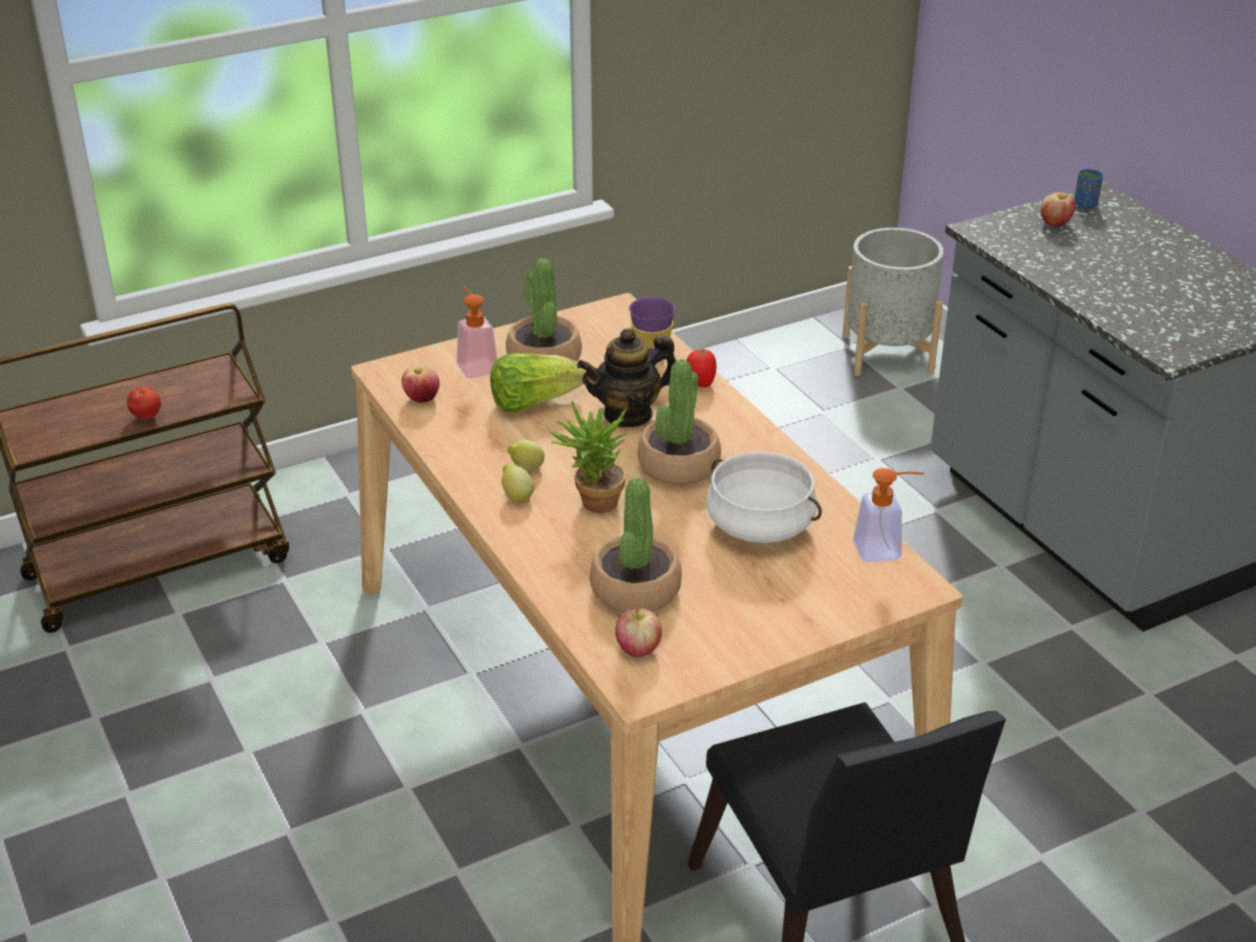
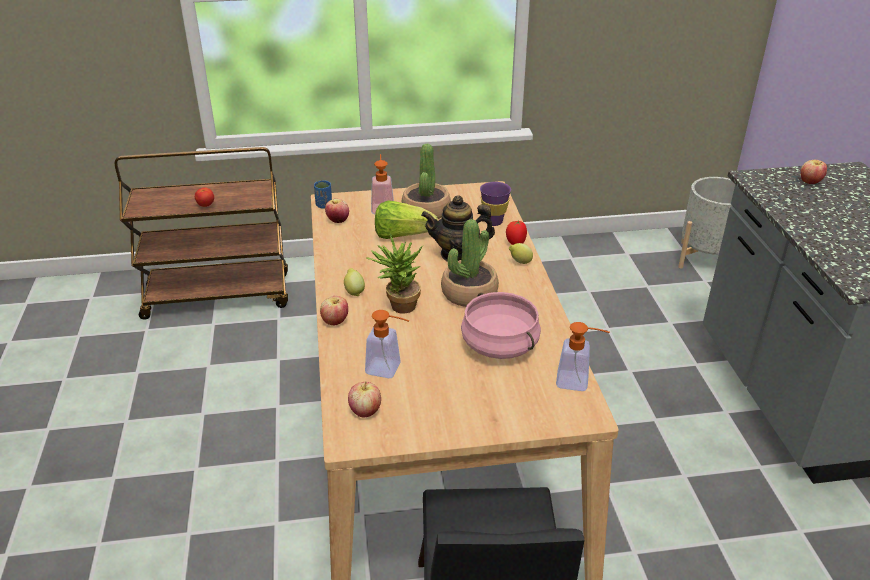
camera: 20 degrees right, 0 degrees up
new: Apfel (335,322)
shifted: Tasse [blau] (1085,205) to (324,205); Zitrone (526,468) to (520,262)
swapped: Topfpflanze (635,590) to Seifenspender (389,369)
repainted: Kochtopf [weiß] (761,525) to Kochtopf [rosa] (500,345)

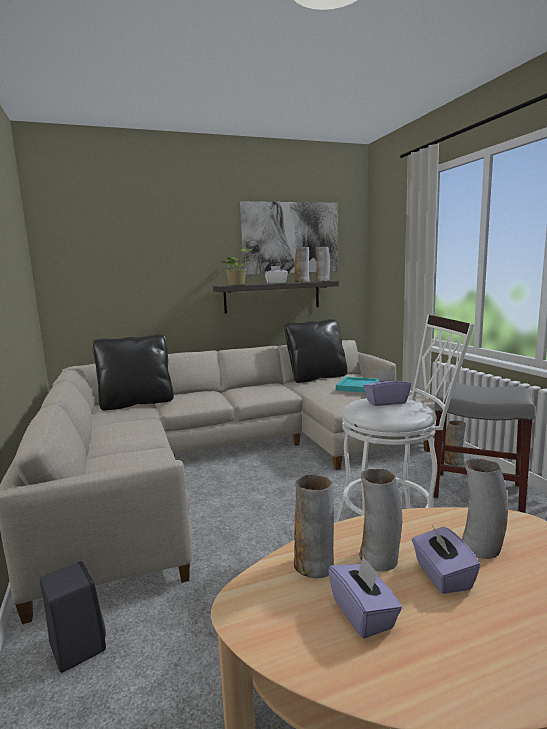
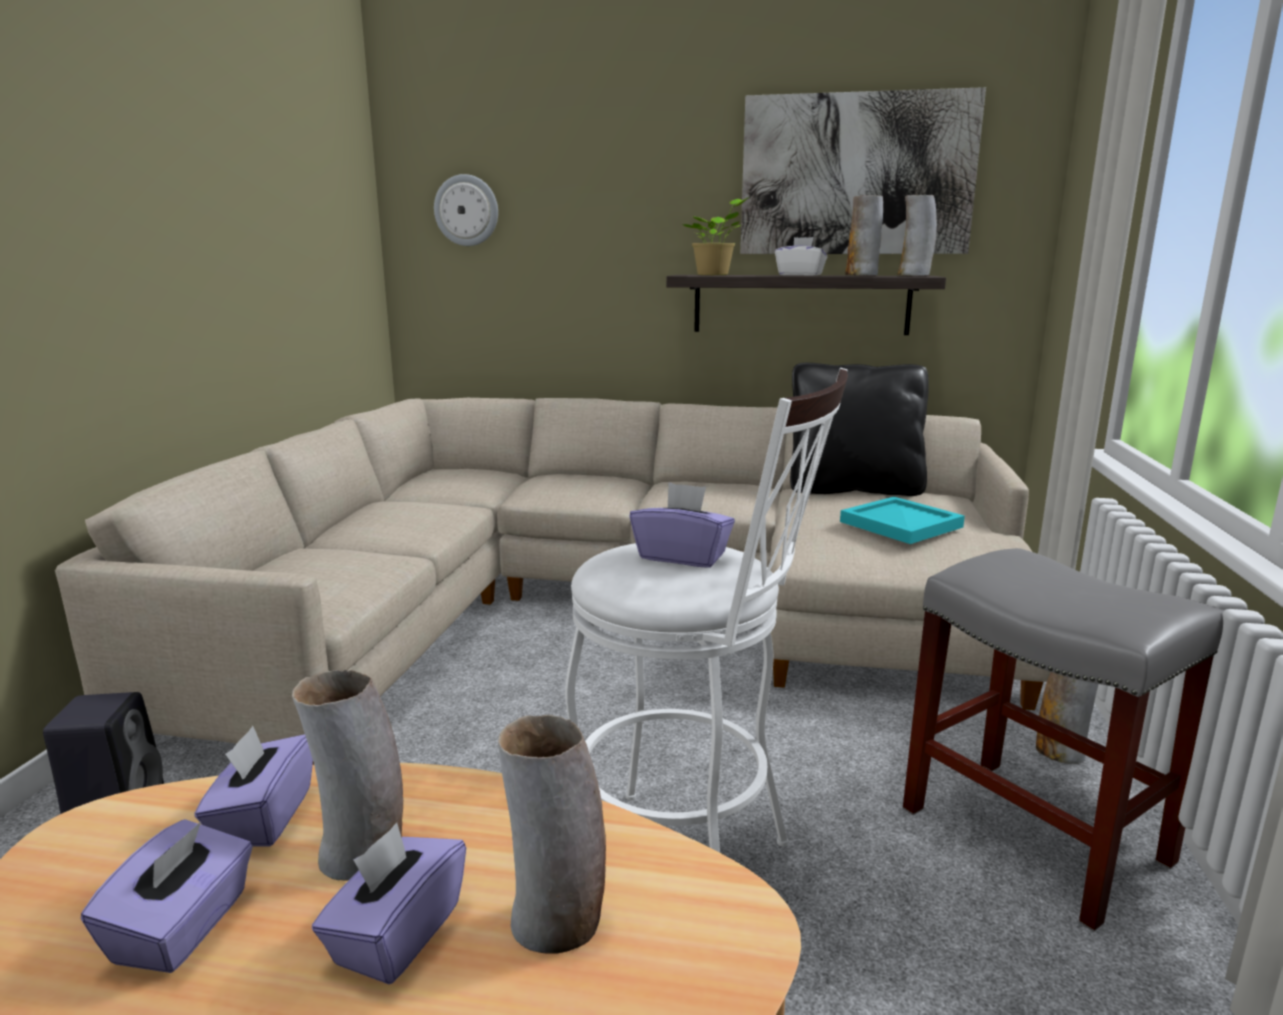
camera: 30 degrees right, 5 degrees up
gone: Kissen [schwarz] (137,403)
new: Wanduhr (466,210)
swapped: Vase (314,565) to Taschentuchbox [lila] (263,817)

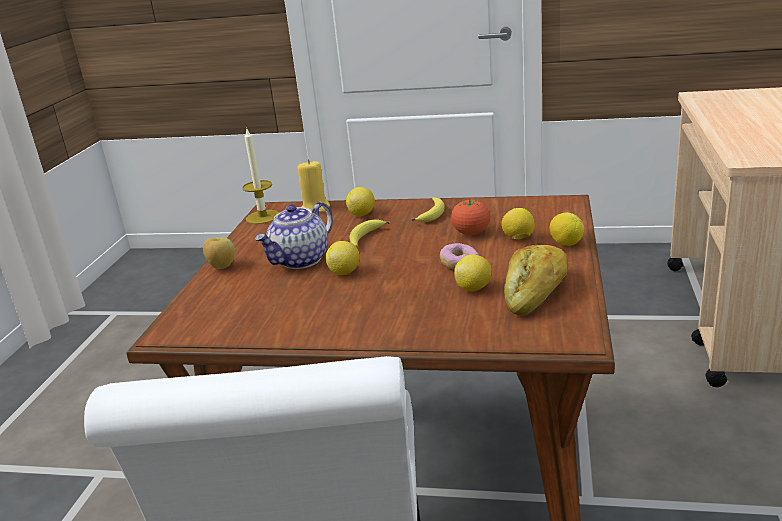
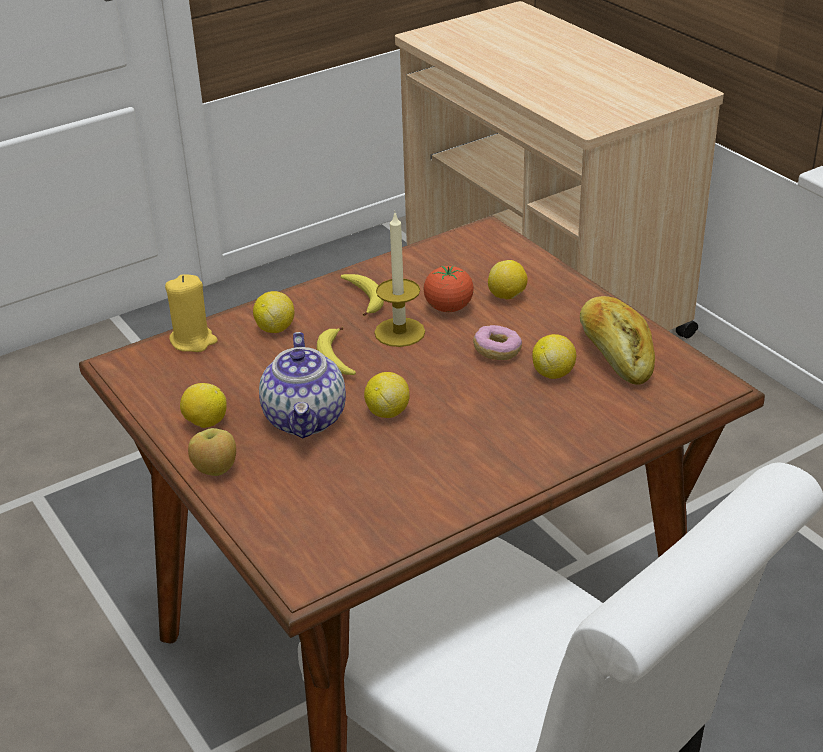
camera: 45 degrees left, 10 degrees up
shifted: Kerze (263,217) to (399,332); Zitrone (566,244) to (205,423)

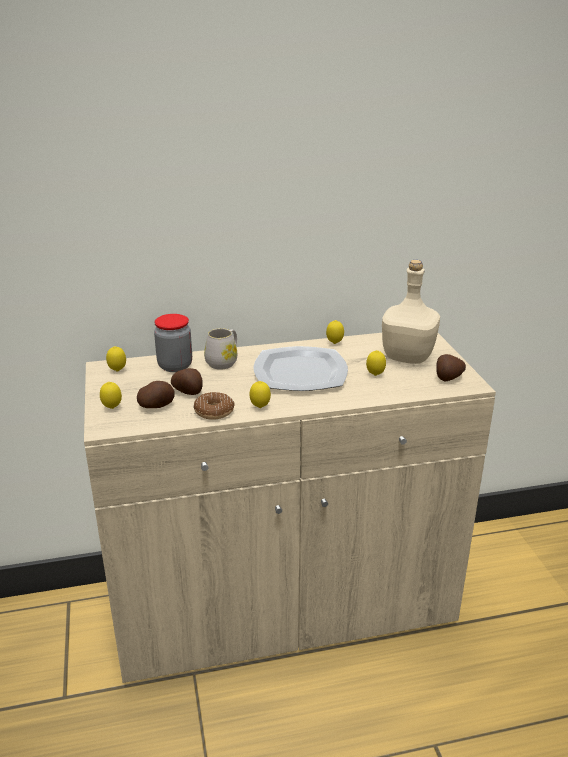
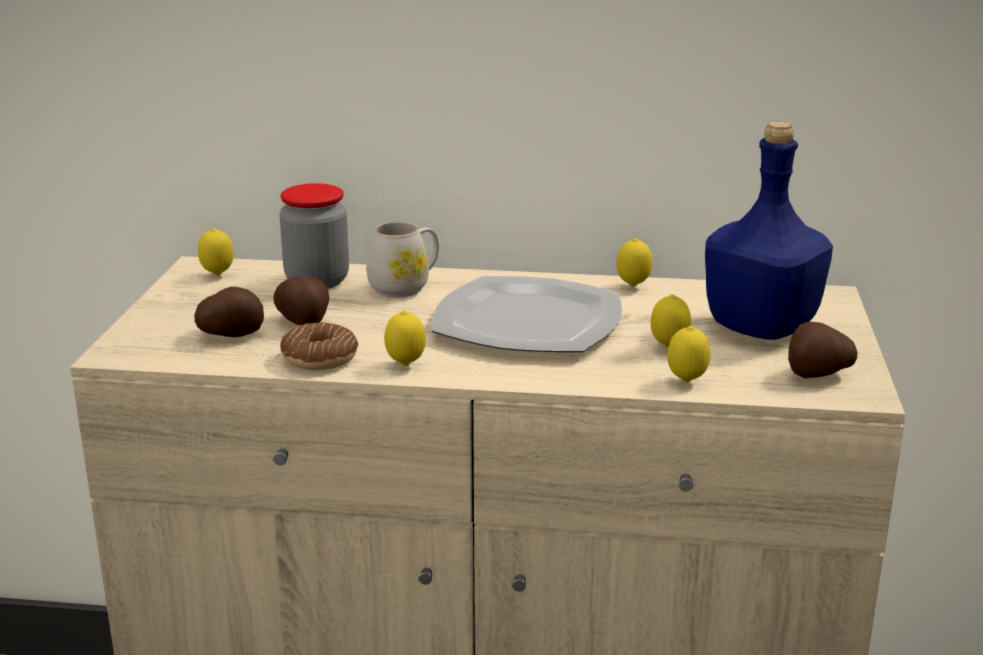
camera: 20 degrees right, 5 degrees down
shifted: Zitrone (112,408) to (687,381)
repainted: Flasche [beige] (407,356) to Flasche [blau] (762,326)

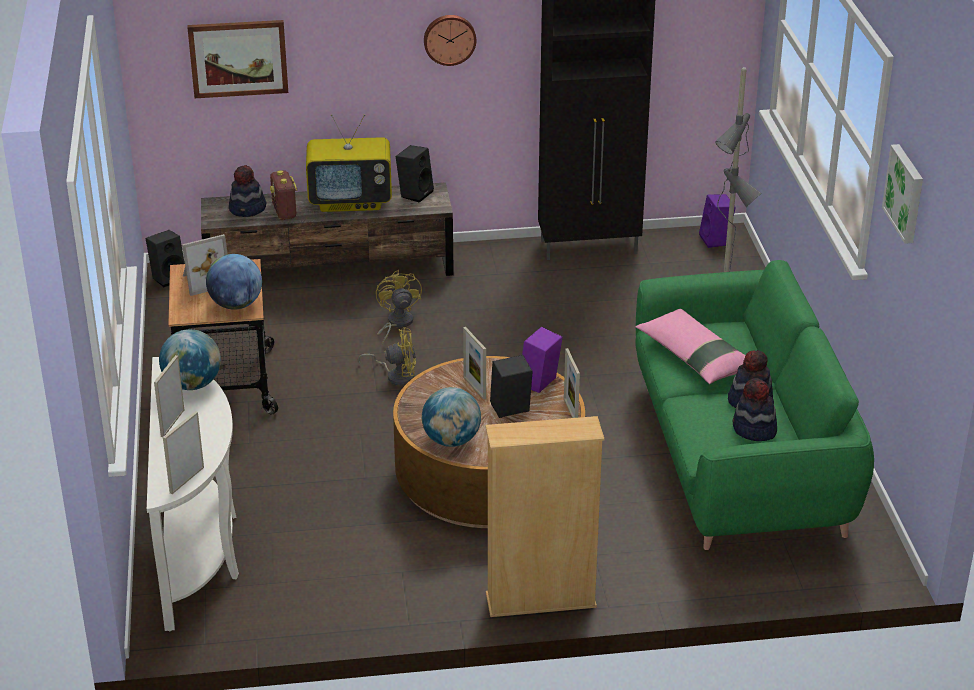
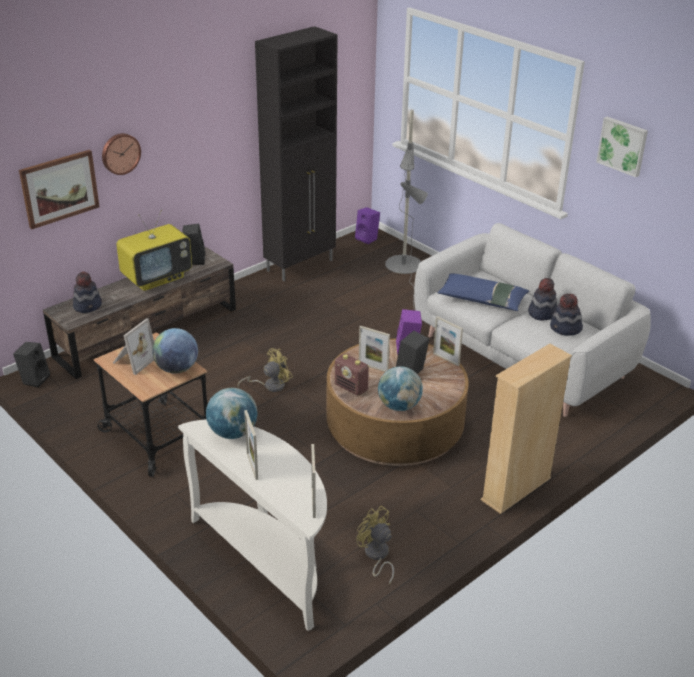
camera: 35 degrees left, 0 degrees up
shifted: Wanduhr (449,39) to (120,153); Radio (284,212) to (351,388); Ventilator [gelb] (396,324) to (376,556)
repainted: Sofa [grün] (739,459) to Sofa [grau] (521,357); Kissen [rosa] (694,356) to Kissen [blau] (482,299)

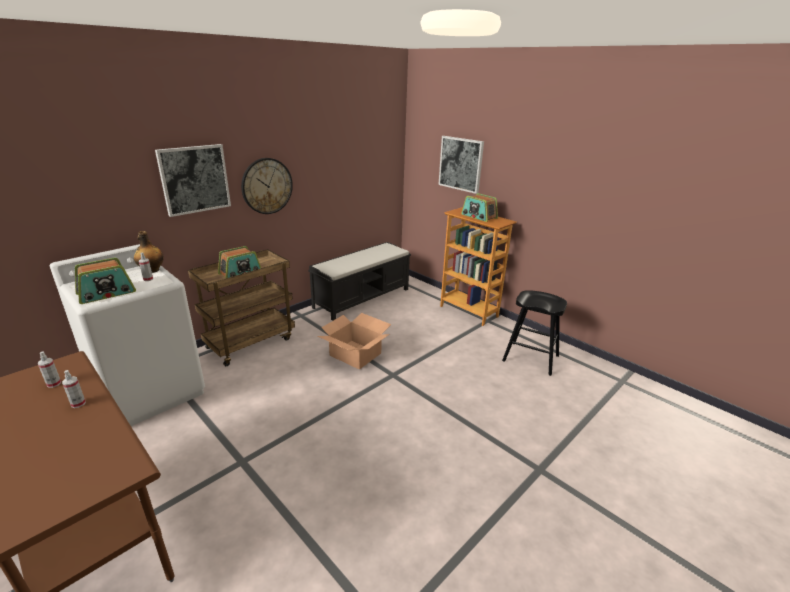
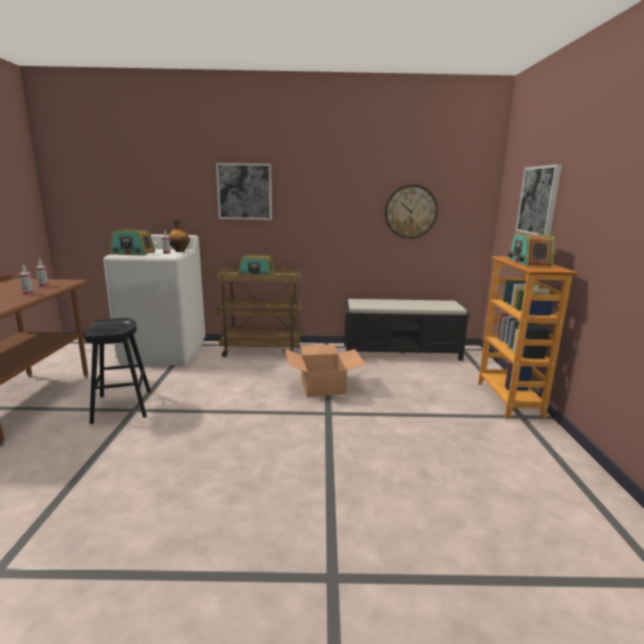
camera: 45 degrees right, 10 degrees down
shifted: Wanduhr (267,186) to (410,211); Hocker [schwarz] (530,358) to (122,406)

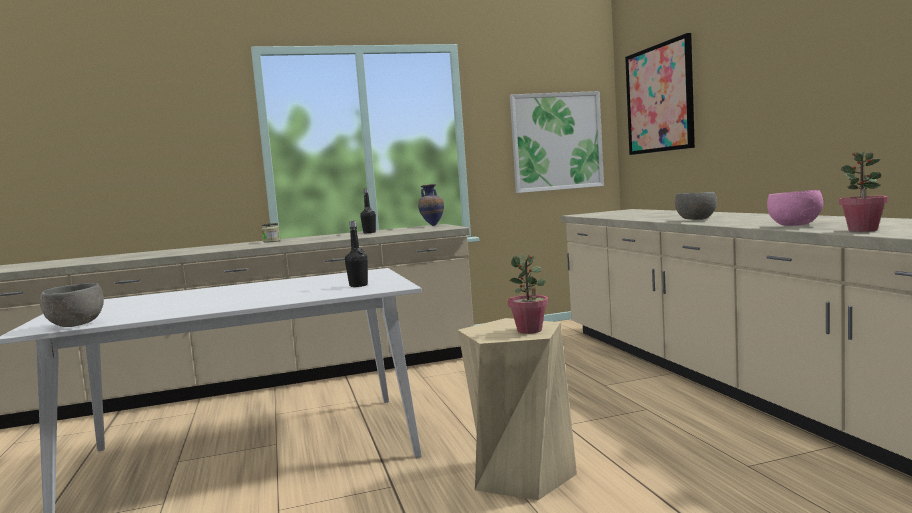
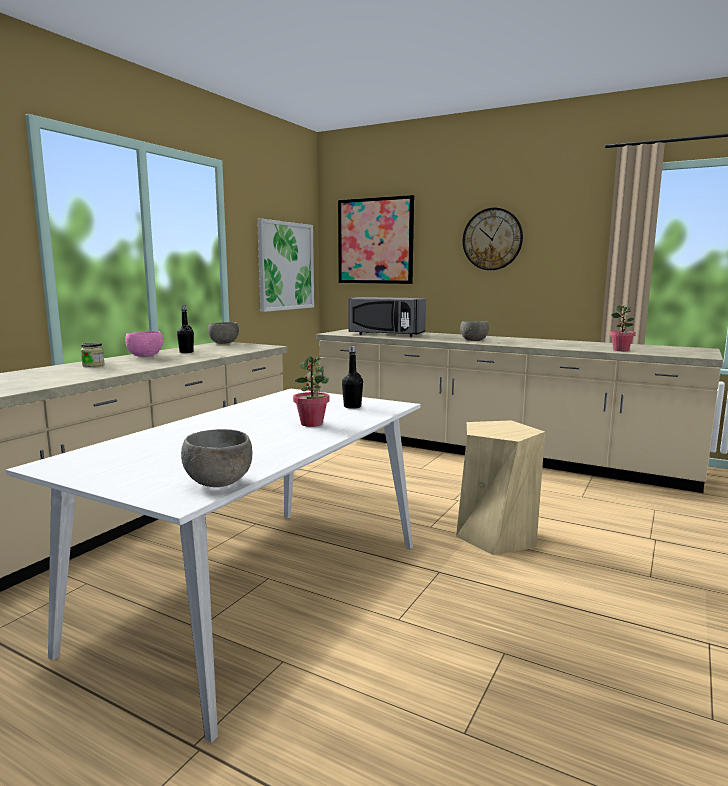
camera: 45 degrees left, 5 degrees up
new: Wanduhr (492,239); Mikrowelle [grau] (386,334)
shifted: Schüssel [rosa] (795,225) to (146,356); Topfpflanze (530,330) to (312,423)
swapped: Vase (432,225) to Schüssel [grau] (224,343)

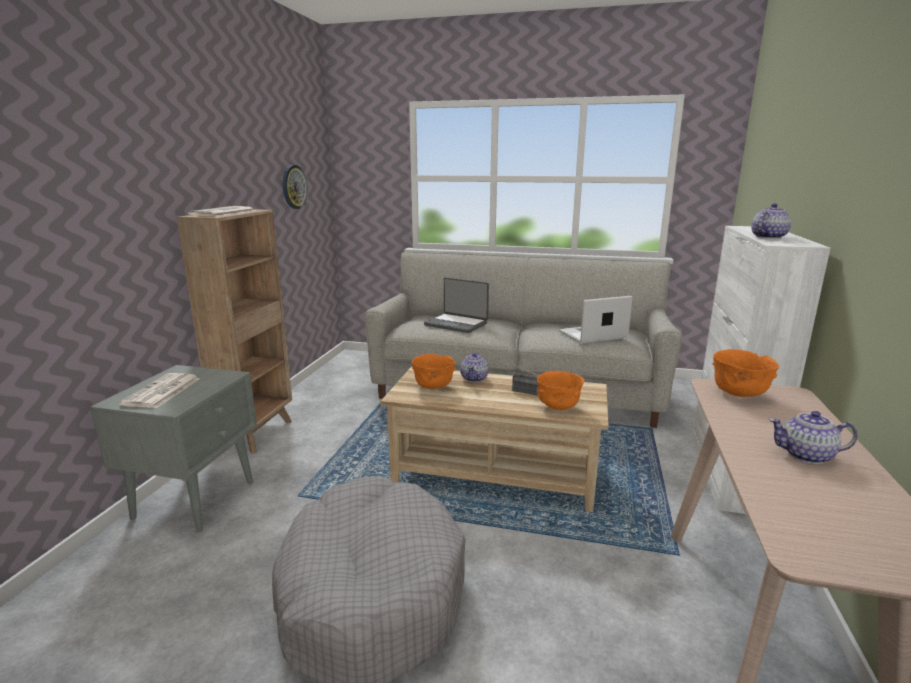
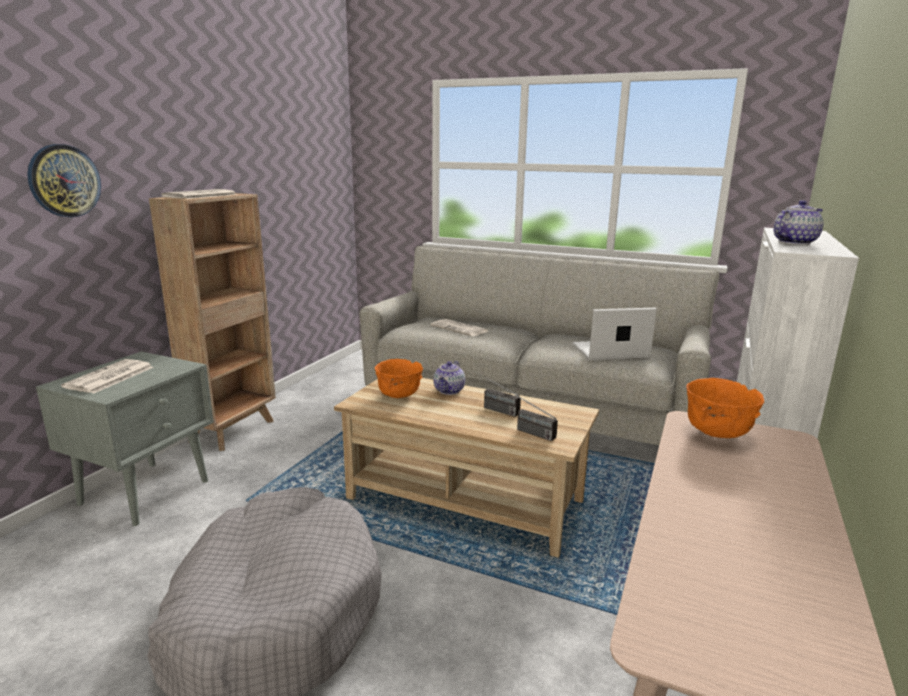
camera: 10 degrees right, 0 degrees up
gone: Teekanne (807,455)
shifted: Wanduhr (293,187) to (64,181)
swapped: Laptop (457,324) to Zeitung (460,329); Schüssel [orange] (558,407) to Radio (526,431)

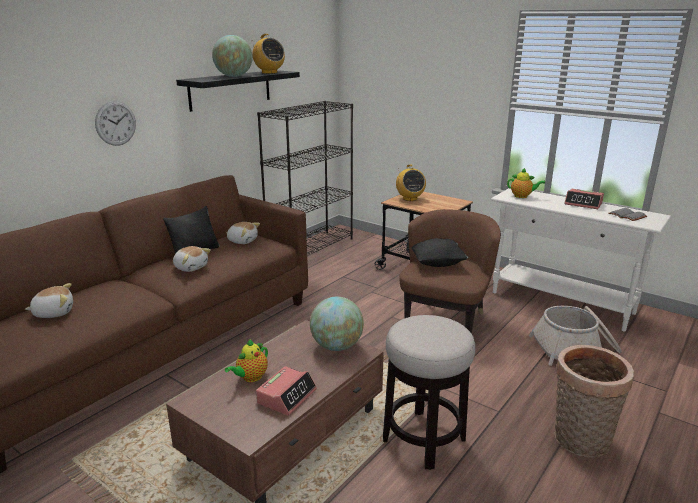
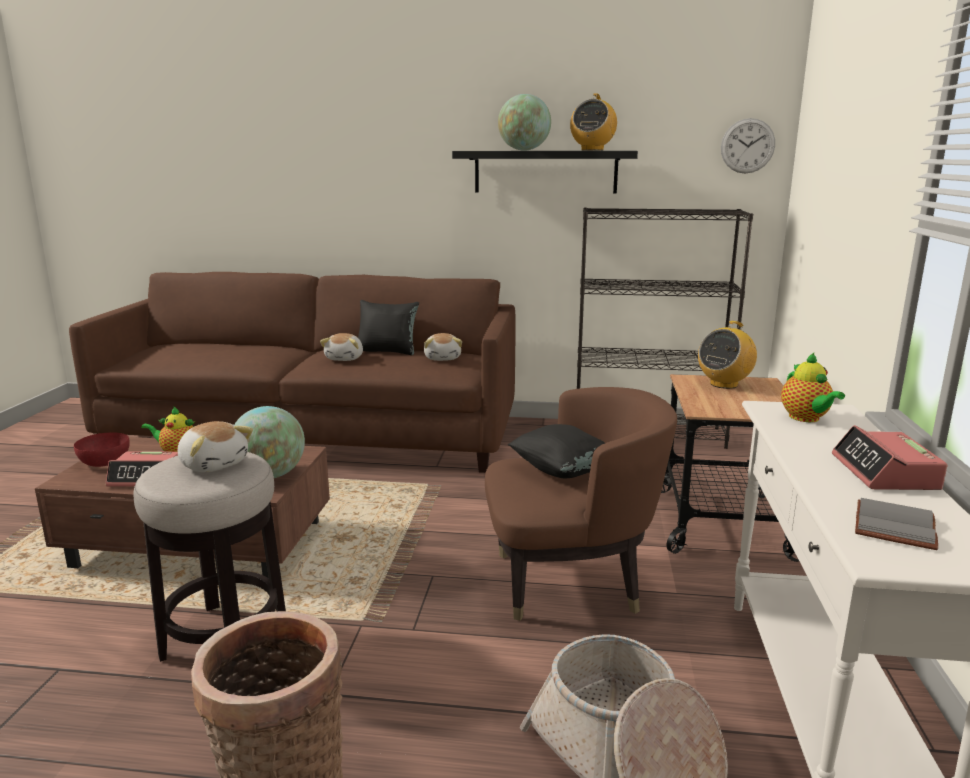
camera: 60 degrees right, 5 degrees down
new: Schüssel [rot] (105,462)
shifted: Wanduhr (115,123) to (747,146); Plüschtier (54,312) to (214,464)

